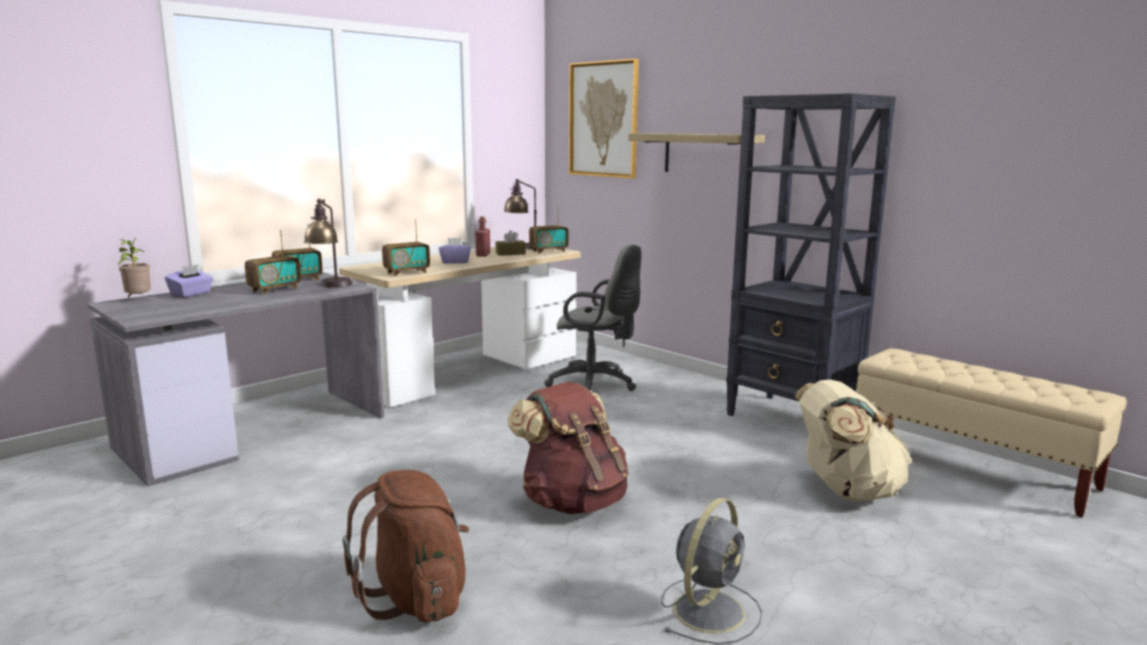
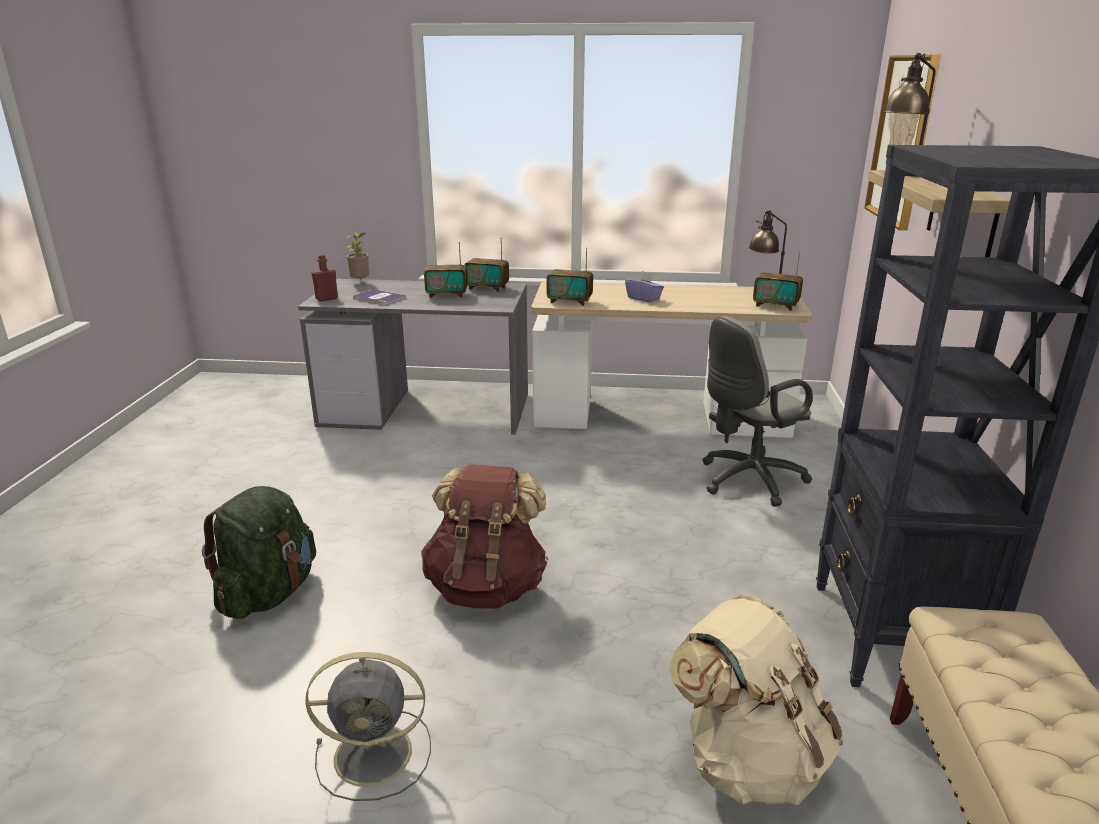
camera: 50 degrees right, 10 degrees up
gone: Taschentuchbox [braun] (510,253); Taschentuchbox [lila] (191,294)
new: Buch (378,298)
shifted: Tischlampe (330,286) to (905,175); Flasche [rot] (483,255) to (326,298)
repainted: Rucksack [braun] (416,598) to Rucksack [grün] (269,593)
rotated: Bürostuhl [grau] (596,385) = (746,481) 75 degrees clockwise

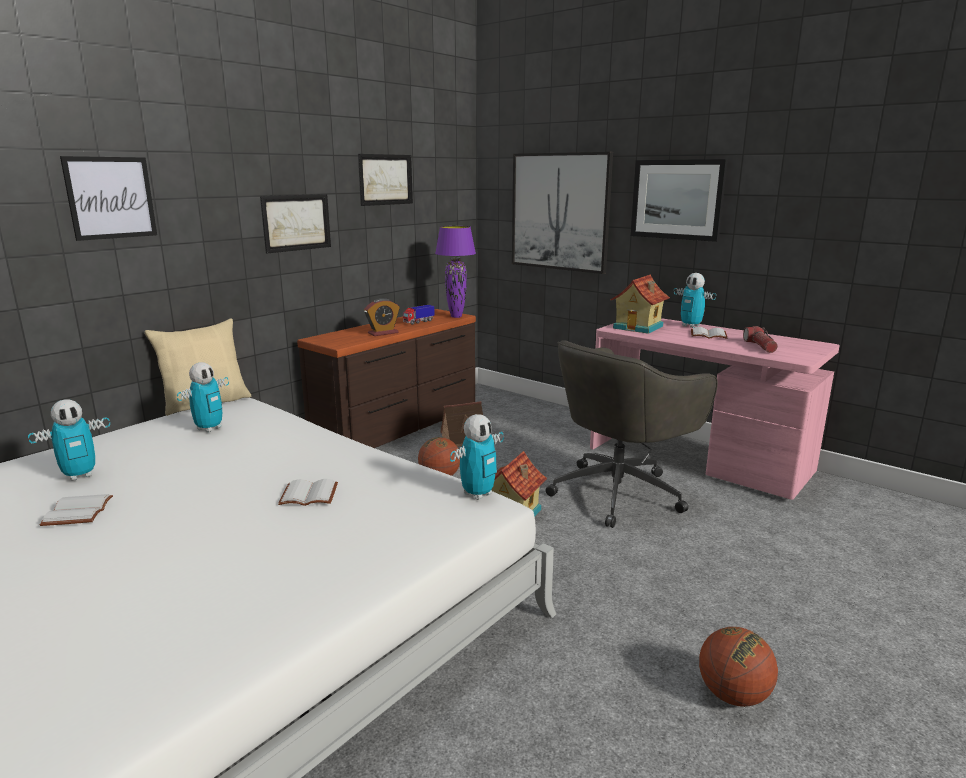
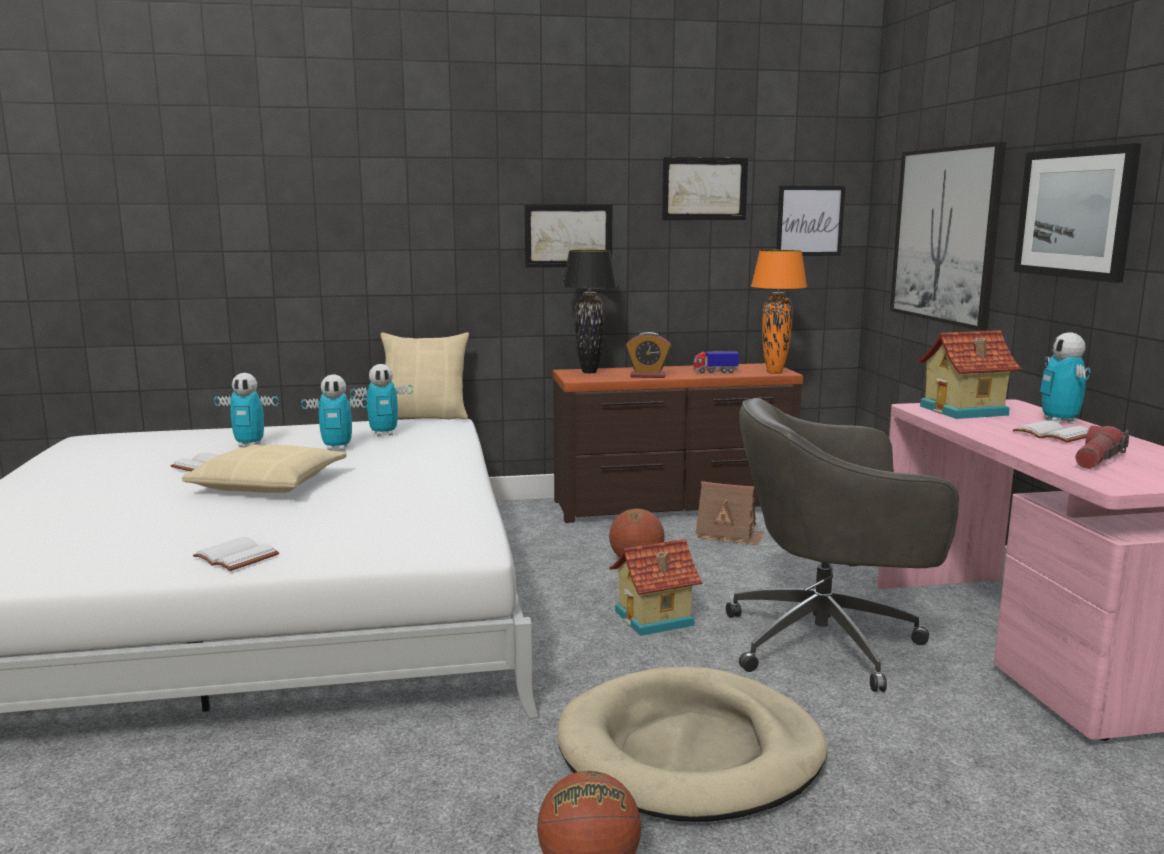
camera: 40 degrees right, 5 degrees down
new: Tischlampe [schwarz] (589,372); Kissen [beige] (269,483); Hundebett [beige] (690,752)
shifted: Bild (110,198) to (810,221); Spielzeugroboter (478,494) to (337,448); Buch [weiß] (310,494) to (239,556)
repainted: Tischlampe [lila] (456,316) to Tischlampe [orange] (775,373)

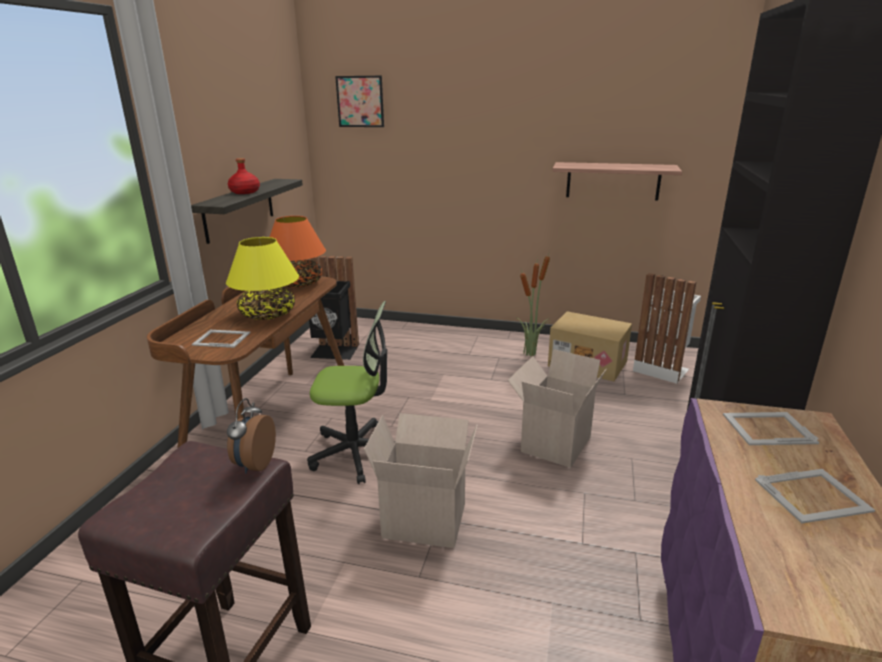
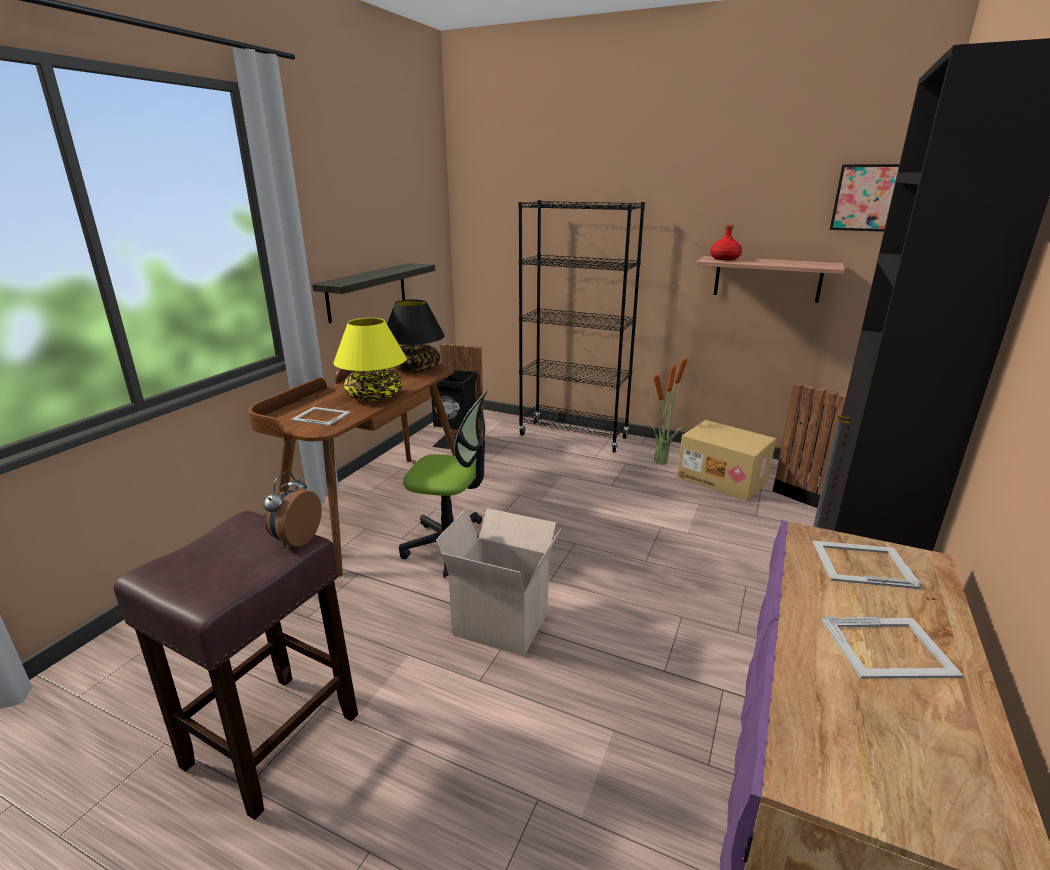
camera: 10 degrees right, 0 degrees up
gone: Karton (554,443)
new: Bücherregal [schwarz] (573,436)
shifted: Bild (360,101) to (870,198); Flasche [rot] (245,192) to (725,259)
repainted: Tischlampe [orange] (298,283) to Tischlampe [schwarz] (416,369); Mülleimer [weiß] (661,369) to Mülleimer [schwarz] (807,492)

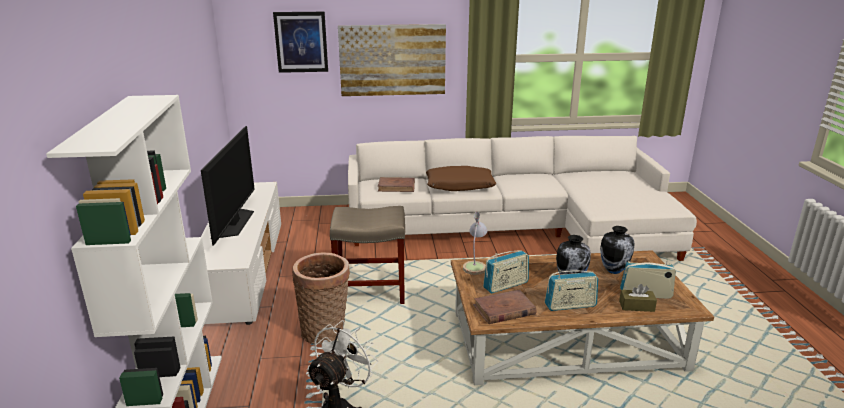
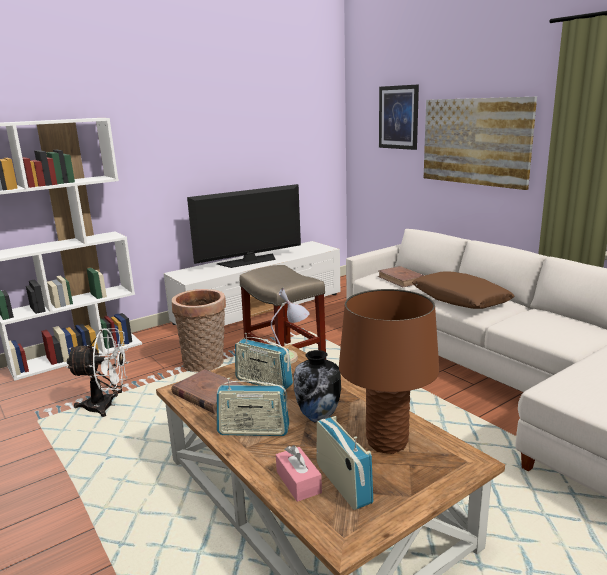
camera: 60 degrees right, 5 degrees down
swapped: Vase (614,270) to Tischlampe [braun] (387,443)
repainted: Taschentuchbox [braun] (636,306) to Taschentuchbox [rosa] (298,482)
rotated: Radio (570,305) = (253,431) 45 degrees counterclockwise

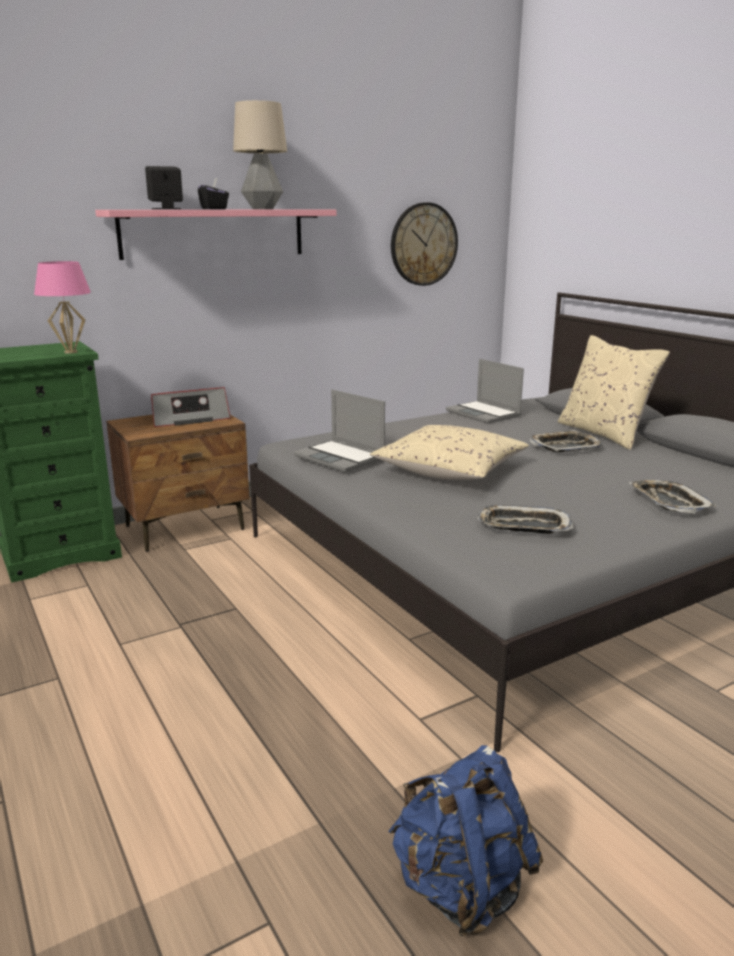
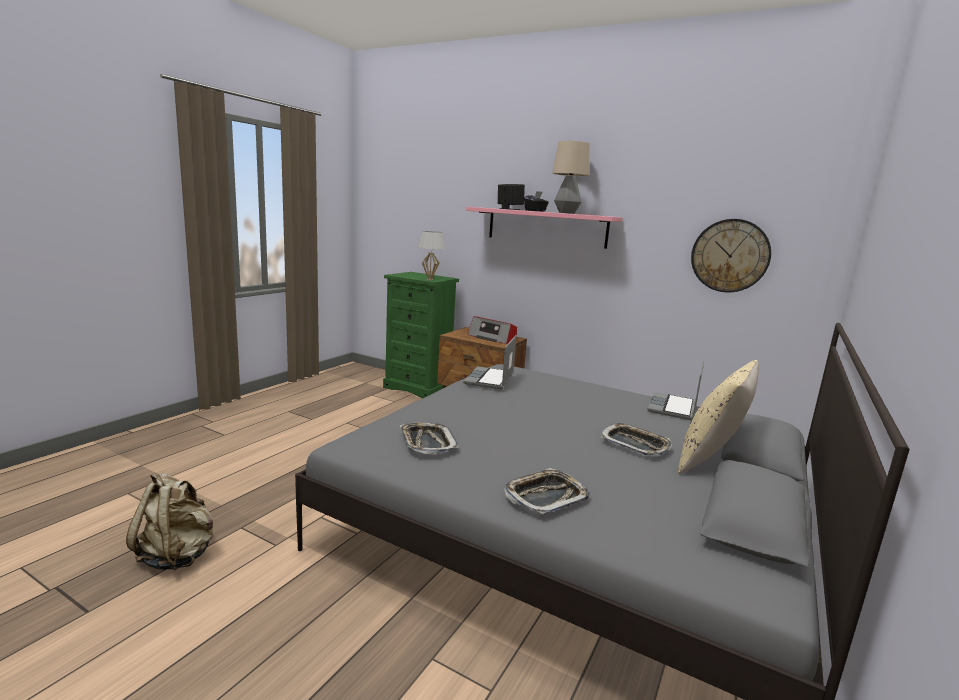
camera: 60 degrees right, 5 degrees down
gone: Kissen [beige] (449,470)
repainted: Tischlampe [rosa] (70,352) to Tischlampe [weiß] (429,279); Rucksack [blau] (460,887) to Rucksack [beige] (177,555)

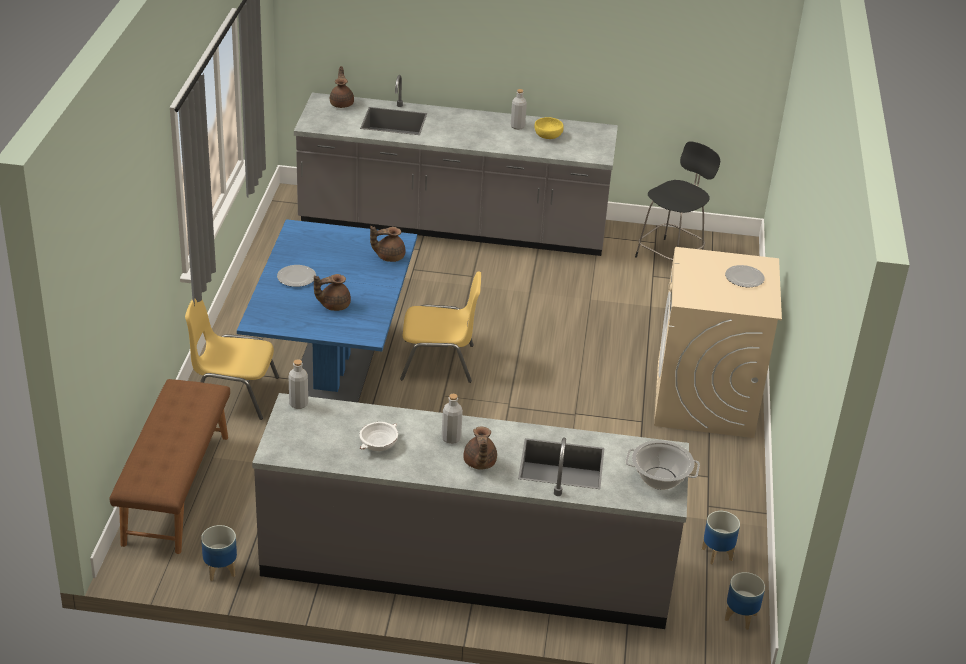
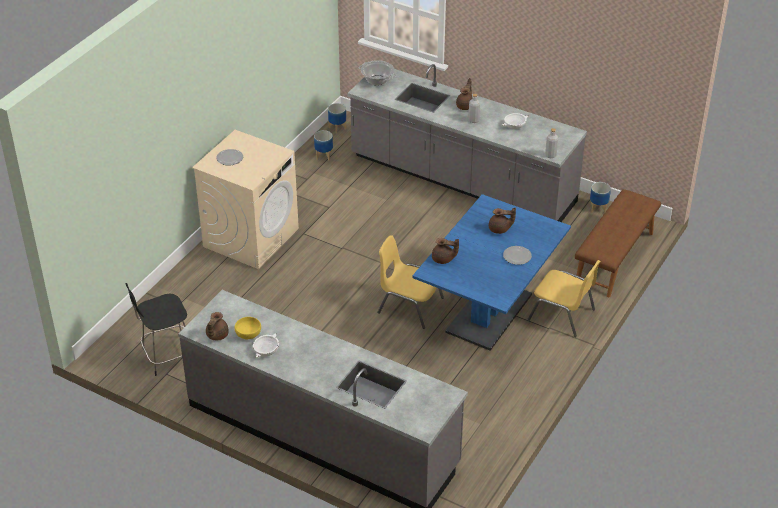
camera: 155 degrees left, 5 degrees up
shifted: Teekanne [braun] (342,103) to (216,335)
swapped: Flasche [grau] (517,126) to Schüssel [weiß] (266,351)

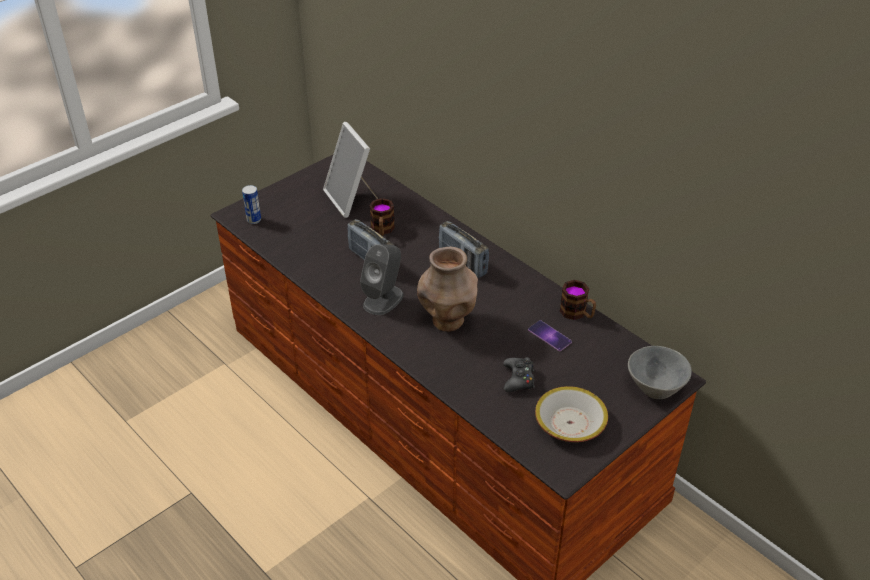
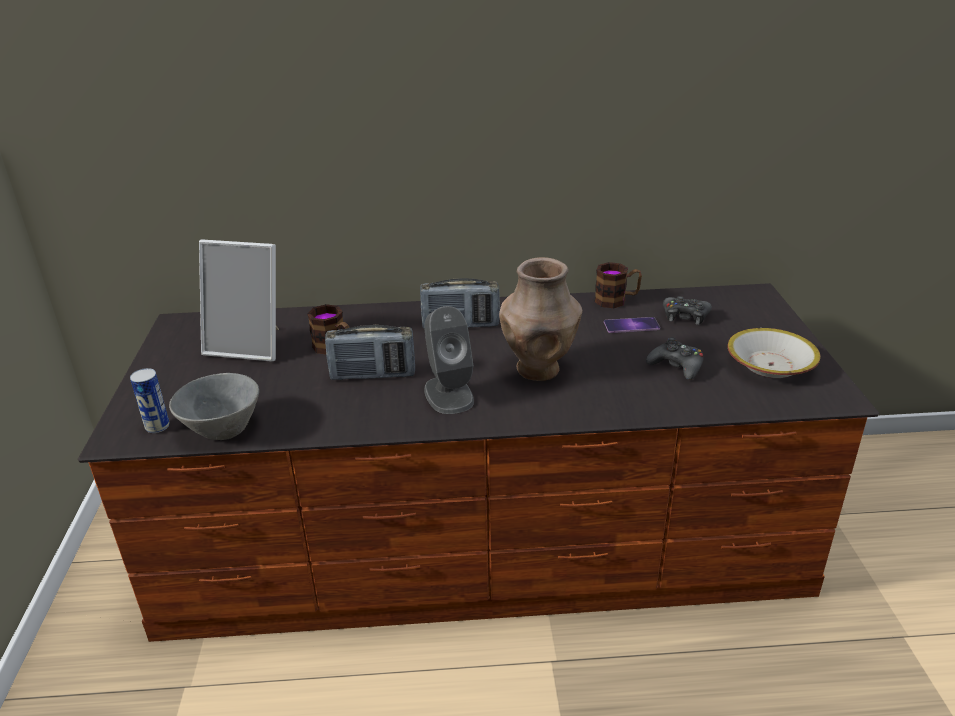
camera: 50 degrees left, 10 degrees down
new: Gamepad [schwarz] (685,316)
shifted: Schüssel [grau] (657,387) to (224,427)

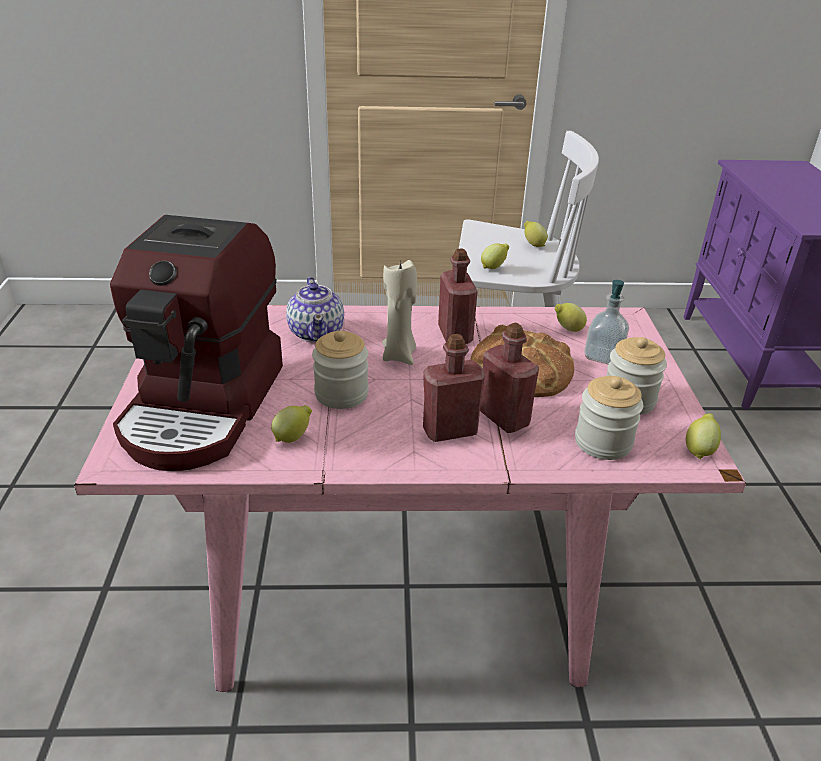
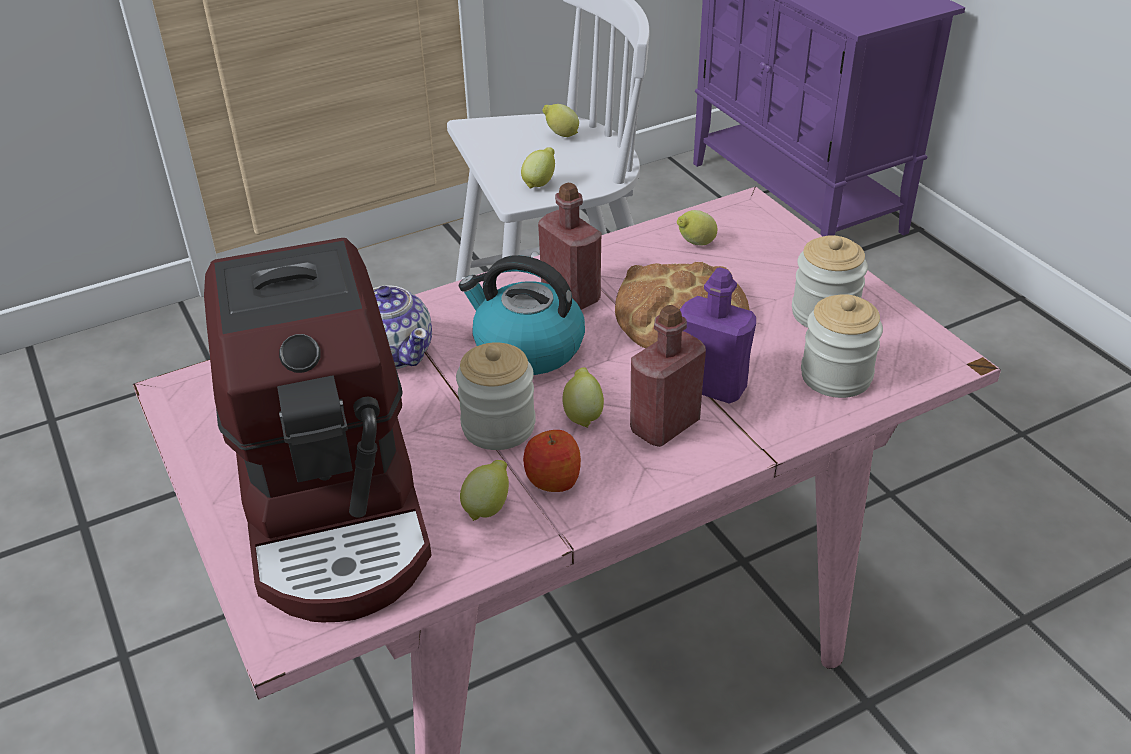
camera: 25 degrees left, 5 degrees up
gone: Seifenspender (603,356)
new: Apfel (553,479)
shifted: Zitrone (699,450) to (583,415)
swapped: Kerze [beige] (399,355) to Wasserkessel (526,348)
repainted: Flasche [rot] (504,418) to Flasche [lila] (711,386)

